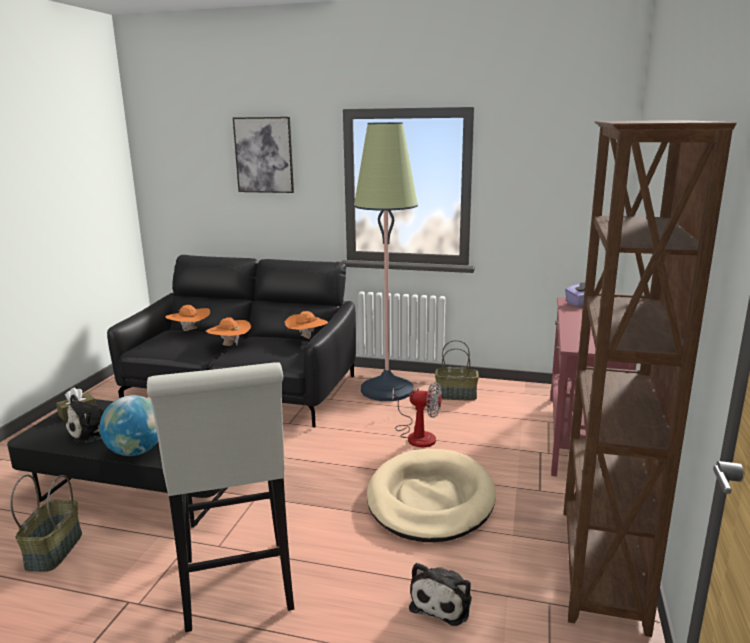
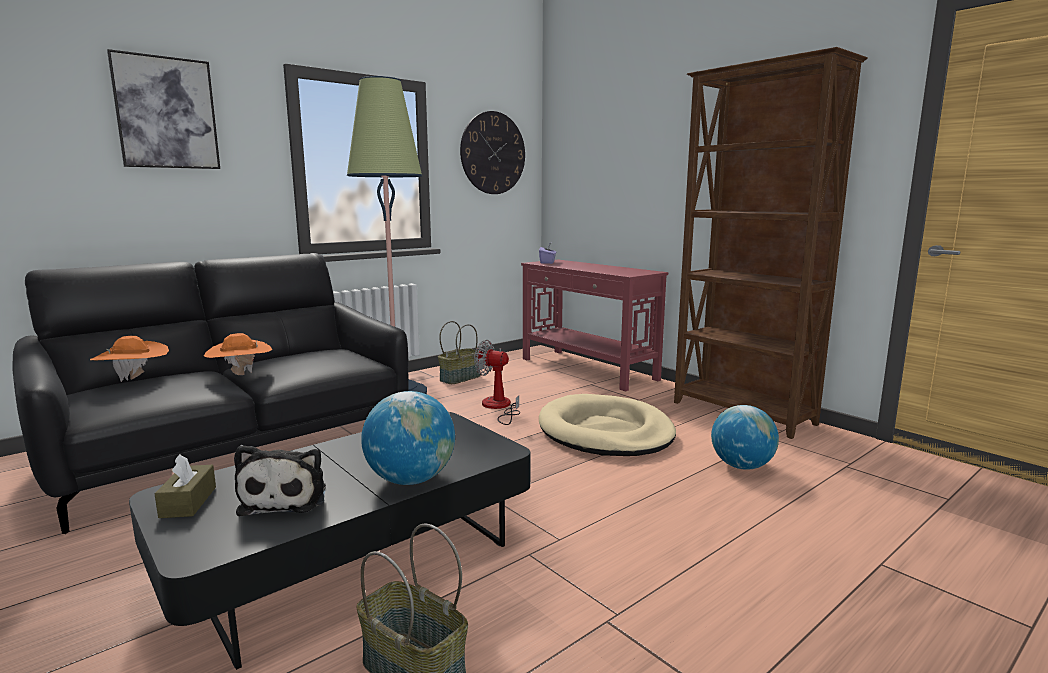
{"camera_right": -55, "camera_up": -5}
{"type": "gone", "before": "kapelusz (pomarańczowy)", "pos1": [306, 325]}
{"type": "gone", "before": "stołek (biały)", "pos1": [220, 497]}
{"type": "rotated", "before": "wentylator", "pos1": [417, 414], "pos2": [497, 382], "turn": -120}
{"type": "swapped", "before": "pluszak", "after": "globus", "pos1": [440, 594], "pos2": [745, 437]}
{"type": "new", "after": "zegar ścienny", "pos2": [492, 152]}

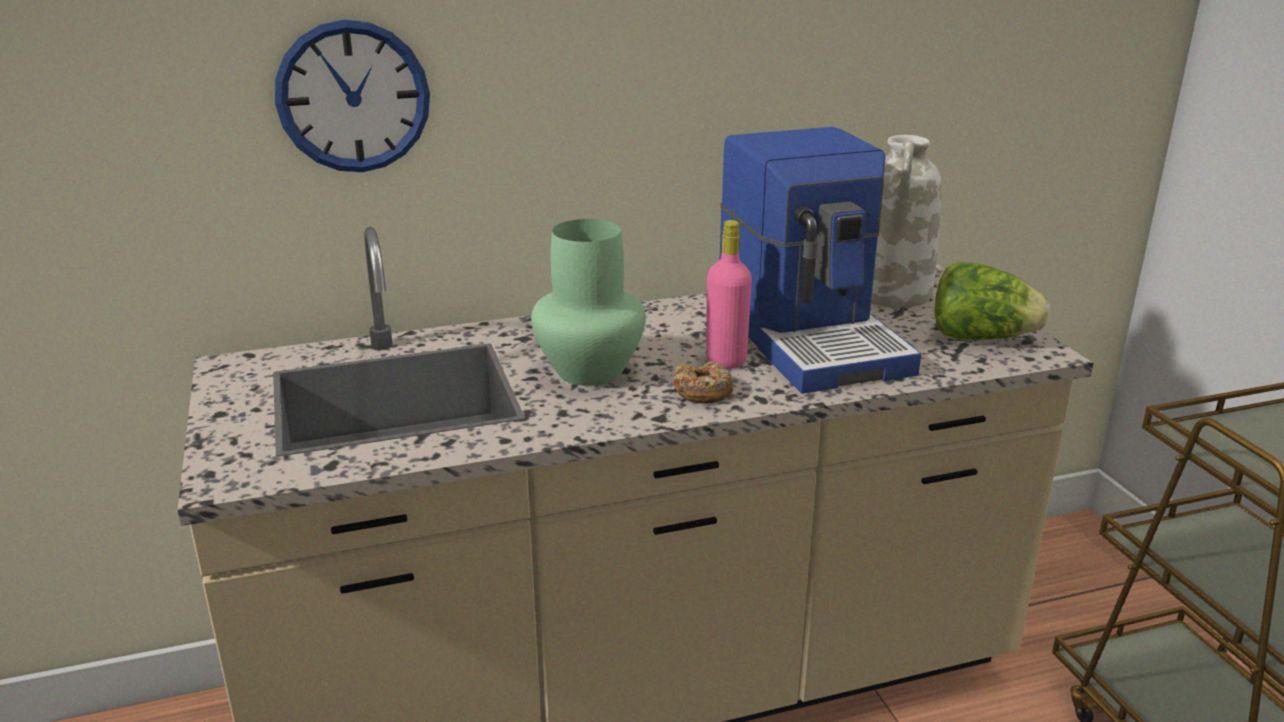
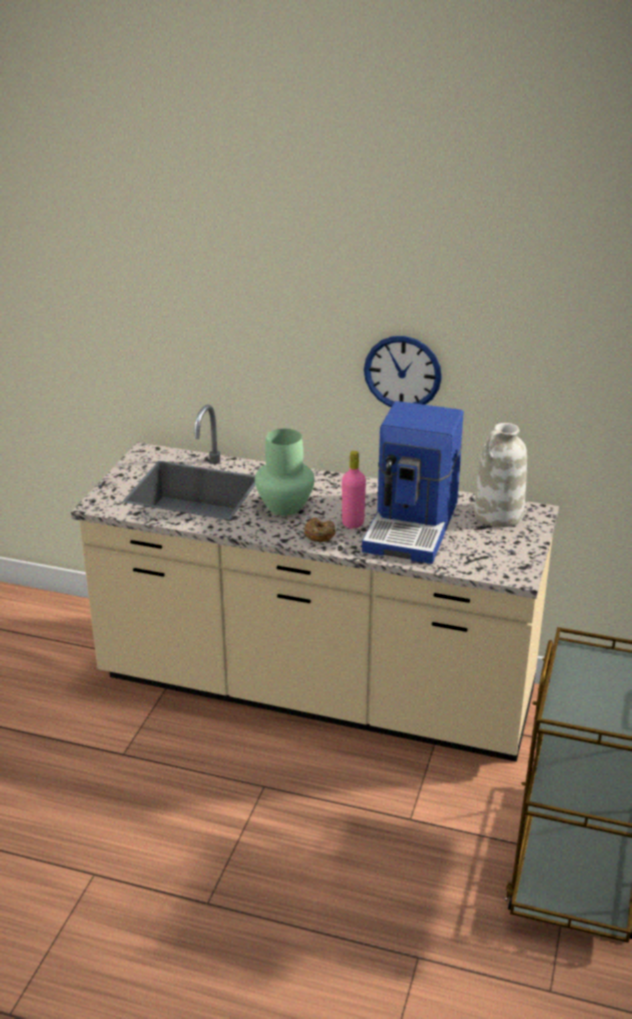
{"camera_right": 35, "camera_up": 5}
{"type": "shifted", "before": "zegar ścienny", "pos1": [352, 96], "pos2": [403, 371]}
{"type": "gone", "before": "sałata", "pos1": [992, 301]}

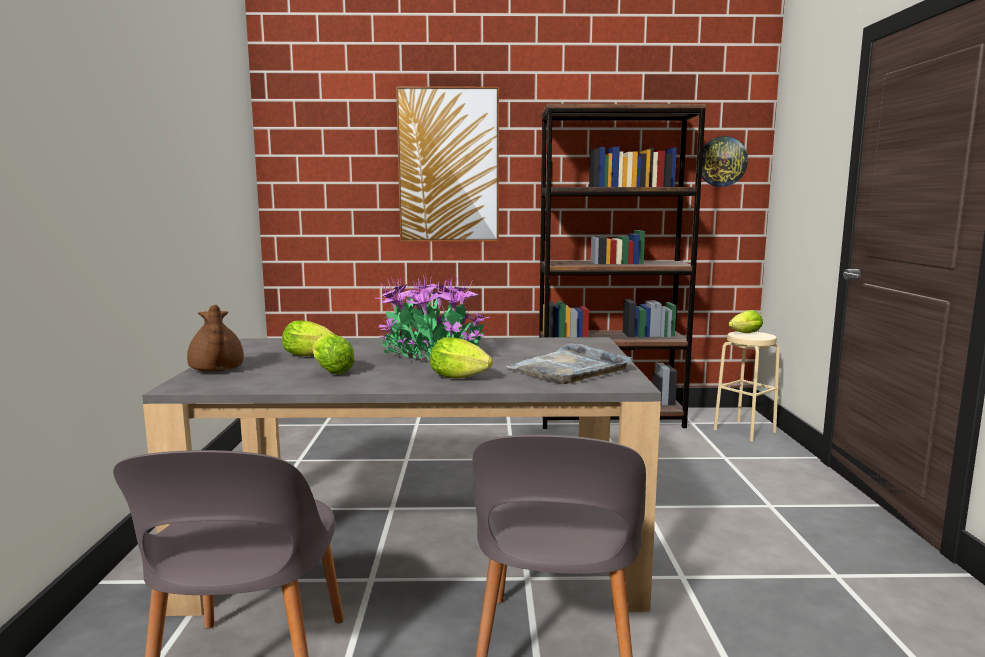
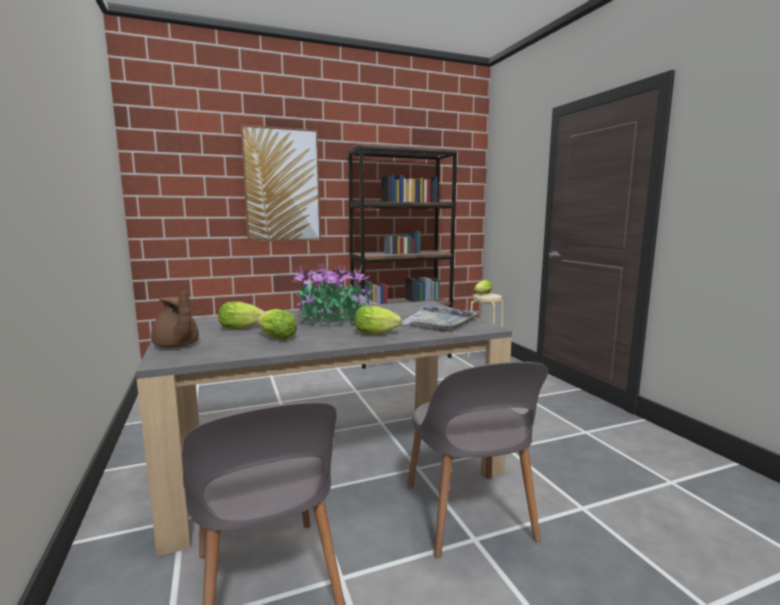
{"camera_right": -20, "camera_up": 0}
{"type": "gone", "before": "zegar ścienny", "pos1": [725, 161]}

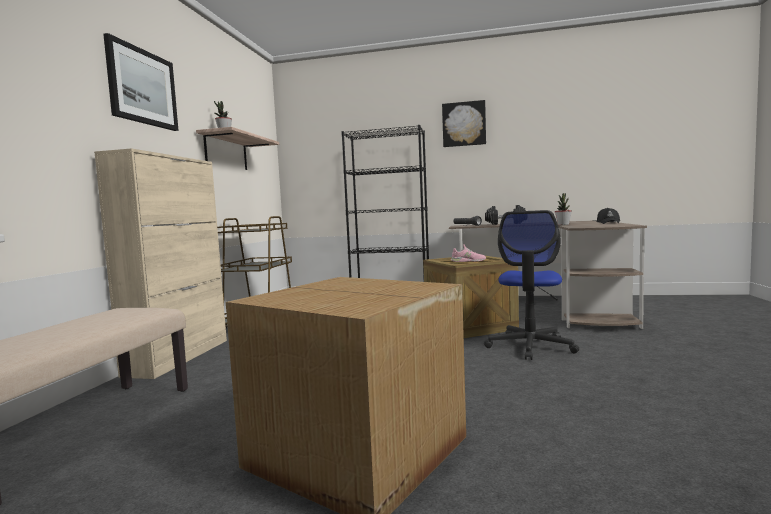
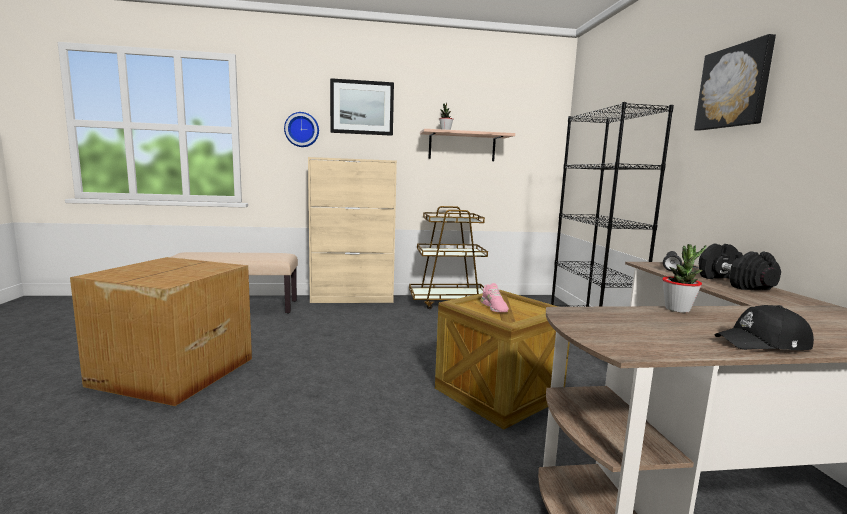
{"camera_right": 70, "camera_up": 5}
{"type": "gone", "before": "krzesło biurowe", "pos1": [531, 285]}
{"type": "new", "after": "zegar ścienny", "pos2": [301, 129]}

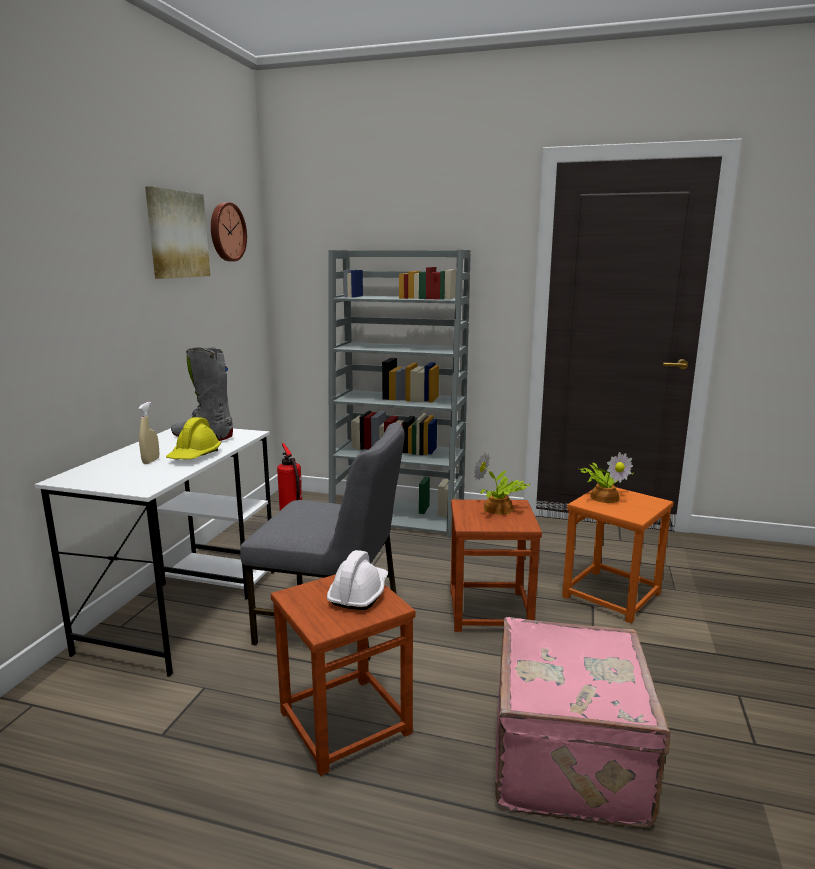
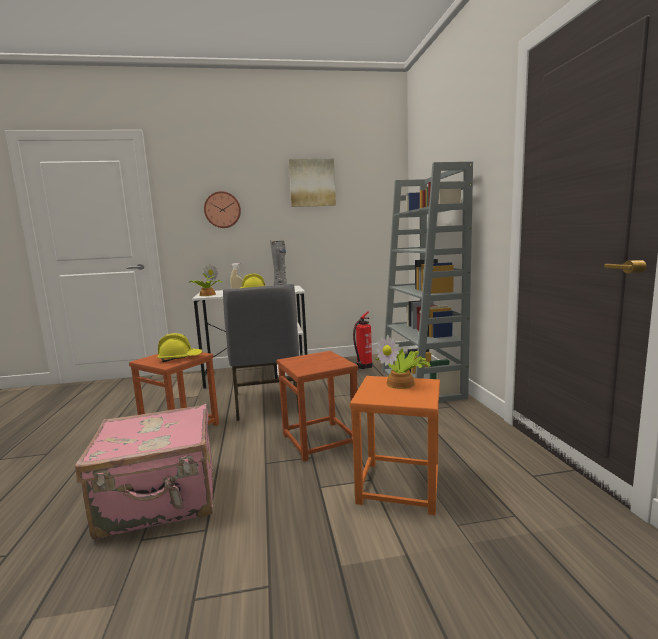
{"camera_right": 65, "camera_up": -5}
{"type": "shifted", "before": "zegar ścienny", "pos1": [229, 231], "pos2": [222, 209]}
{"type": "shifted", "before": "roślina doniczkowa", "pos1": [502, 483], "pos2": [205, 280]}
{"type": "repainted", "before": "kask (biały)", "after": "kask (żółty)", "pos1": [357, 580], "pos2": [180, 347]}

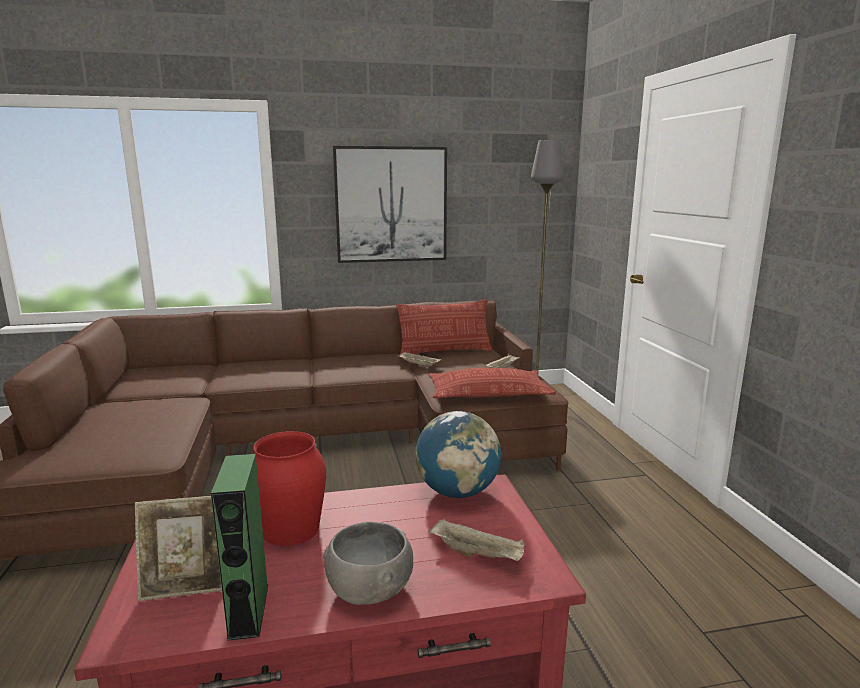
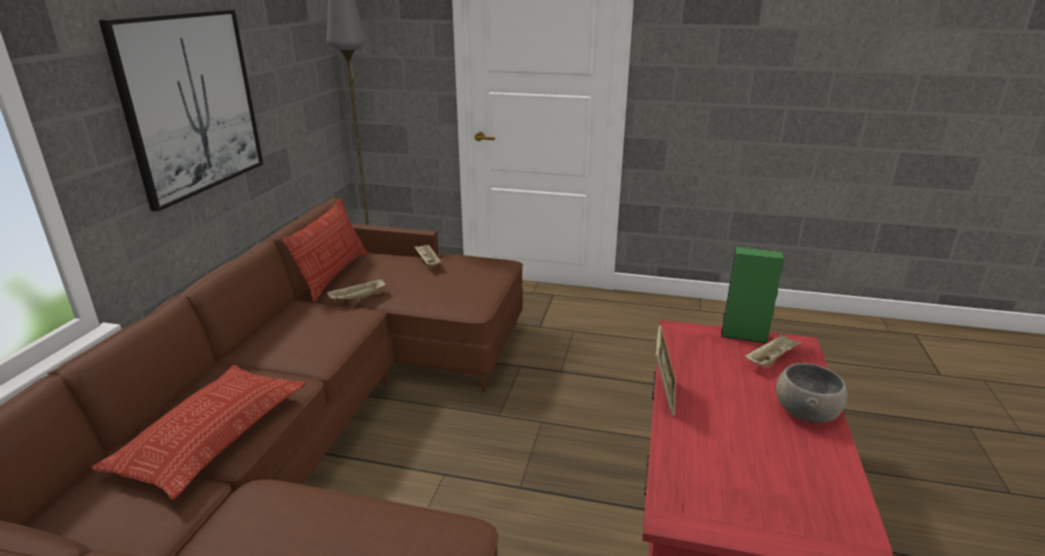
{"camera_right": -65, "camera_up": 10}
{"type": "shifted", "before": "poduszka", "pos1": [492, 383], "pos2": [198, 432]}
{"type": "gone", "before": "globus", "pos1": [458, 454]}
{"type": "gone", "before": "wazon (czerwony)", "pos1": [289, 488]}
{"type": "shifted", "before": "głośnik (zielony)", "pos1": [239, 547], "pos2": [752, 295]}
{"type": "shifted", "before": "ramka na zdjęcie", "pos1": [178, 548], "pos2": [666, 370]}

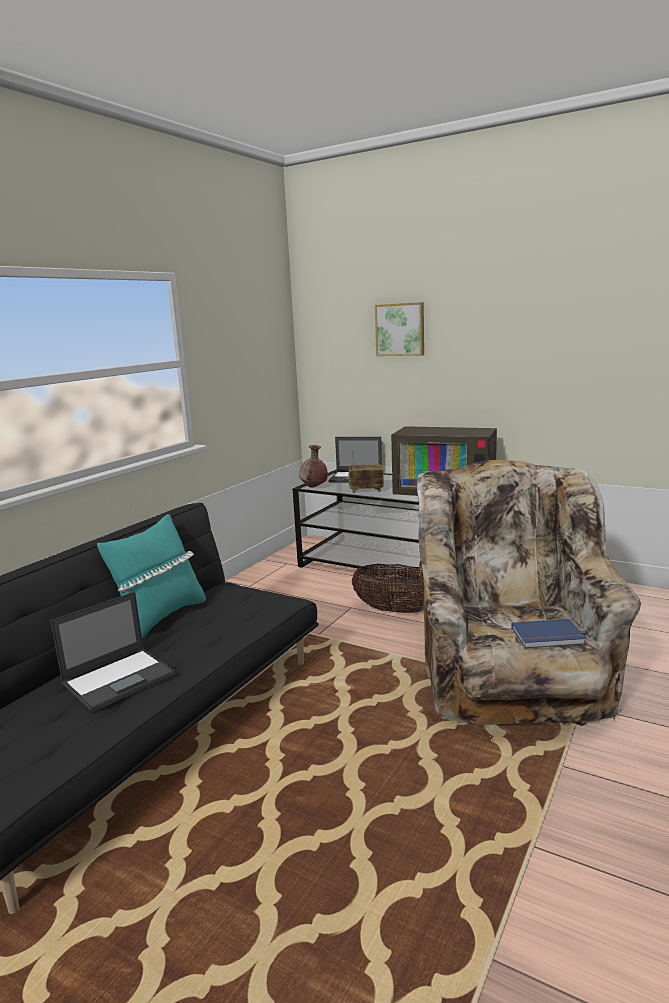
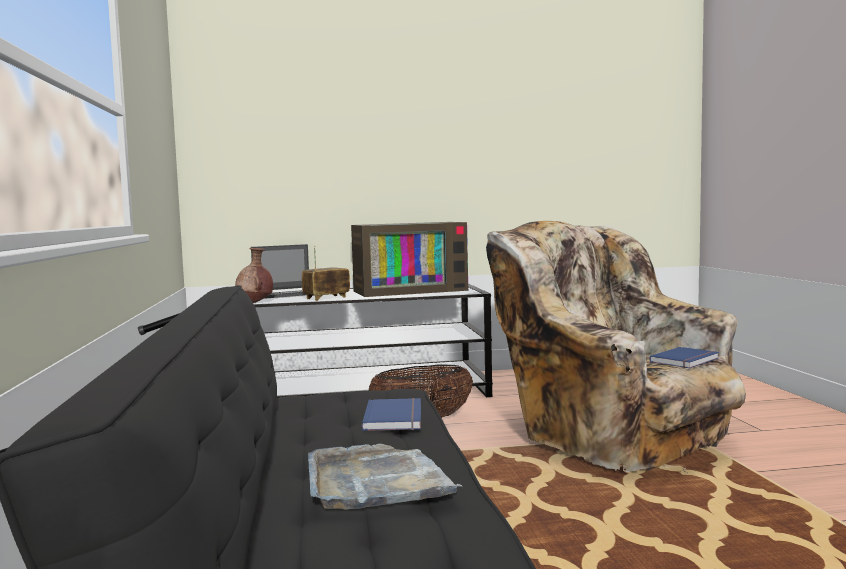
{"camera_right": -40, "camera_up": -10}
{"type": "gone", "before": "obraz", "pos1": [399, 329]}
{"type": "gone", "before": "poduszka (turkusowy)", "pos1": [151, 576]}
{"type": "swapped", "before": "laptop", "after": "taca (szary)", "pos1": [112, 652], "pos2": [385, 477]}
{"type": "new", "after": "książka (niebieski)", "pos2": [391, 414]}

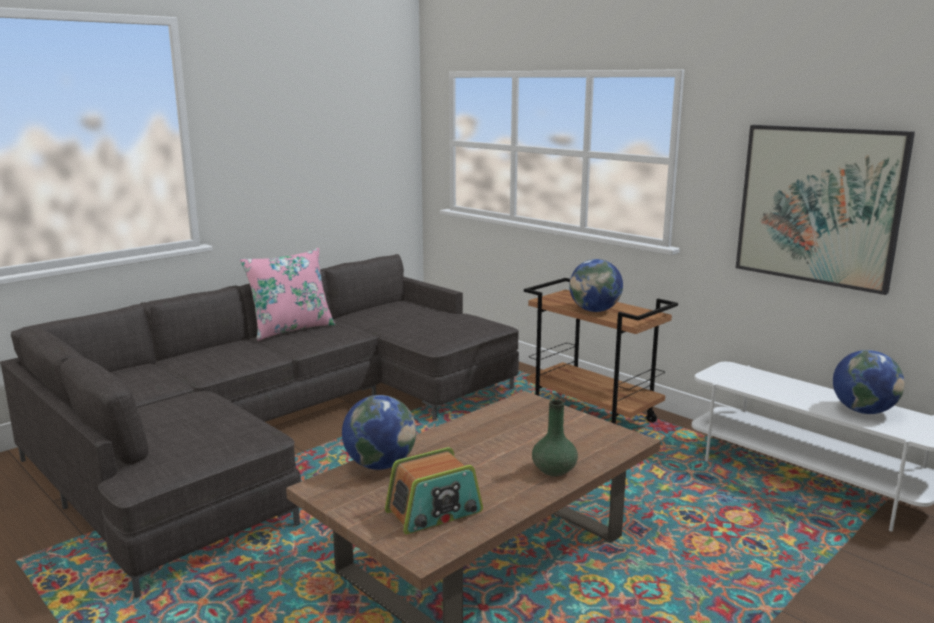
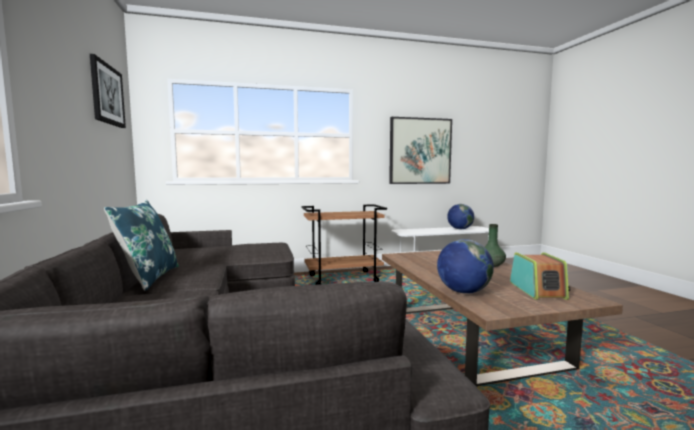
{"camera_right": -60, "camera_up": -10}
{"type": "repainted", "before": "poduszka (różowy)", "after": "poduszka (niebieski)", "pos1": [287, 294], "pos2": [141, 245]}
{"type": "gone", "before": "globus", "pos1": [596, 285]}
{"type": "new", "after": "obraz", "pos2": [108, 91]}

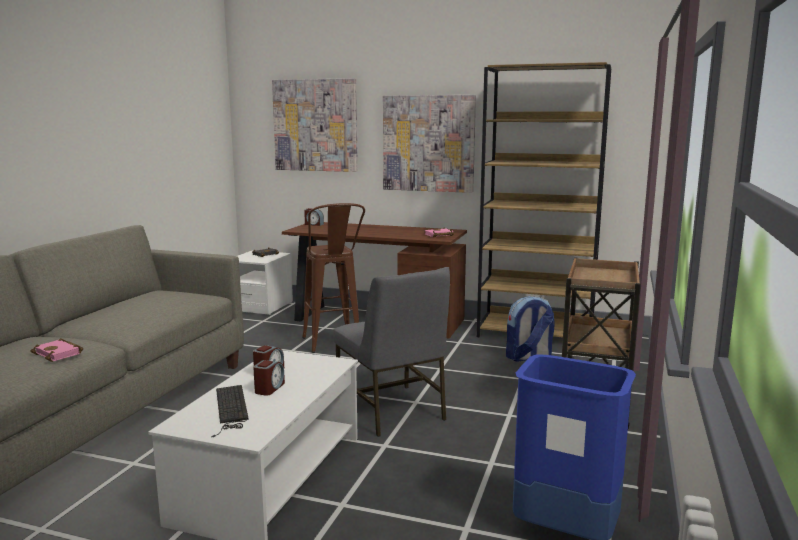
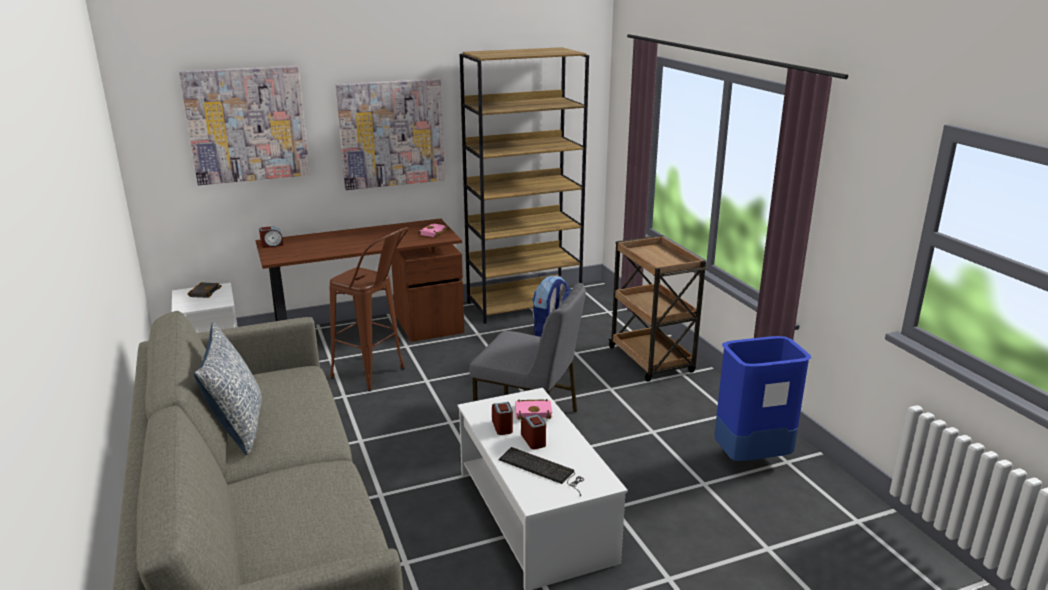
{"camera_right": -40, "camera_up": 10}
{"type": "shifted", "before": "książka (różowy)", "pos1": [56, 350], "pos2": [533, 409]}
{"type": "new", "after": "poduszka", "pos2": [228, 388]}

